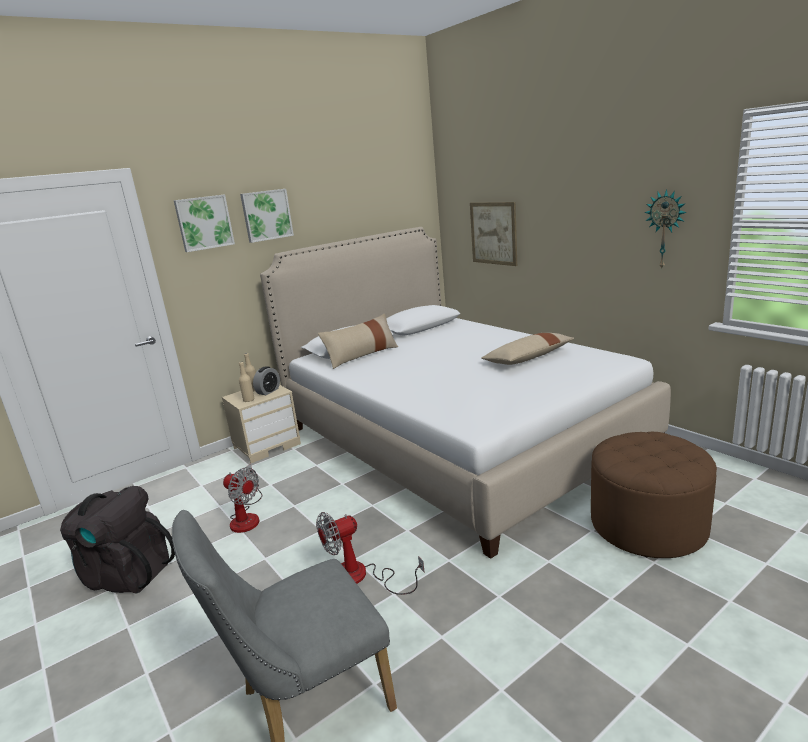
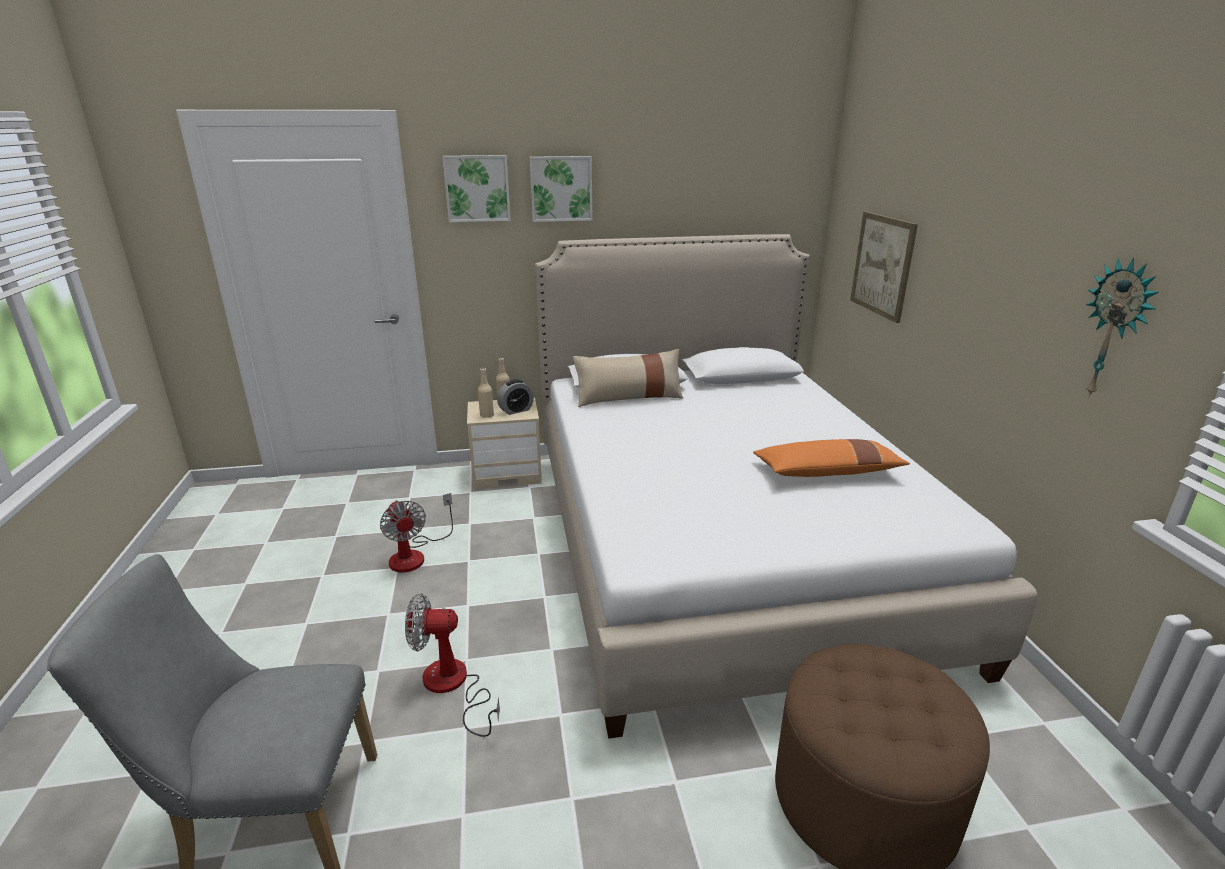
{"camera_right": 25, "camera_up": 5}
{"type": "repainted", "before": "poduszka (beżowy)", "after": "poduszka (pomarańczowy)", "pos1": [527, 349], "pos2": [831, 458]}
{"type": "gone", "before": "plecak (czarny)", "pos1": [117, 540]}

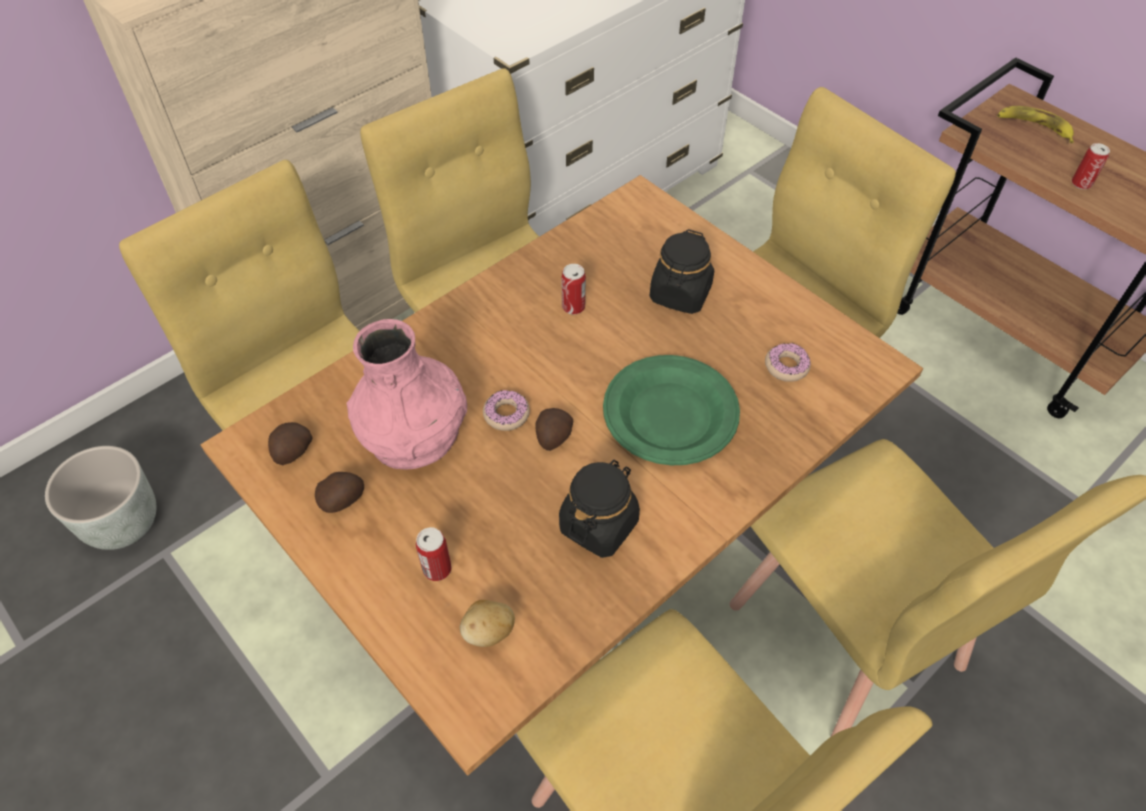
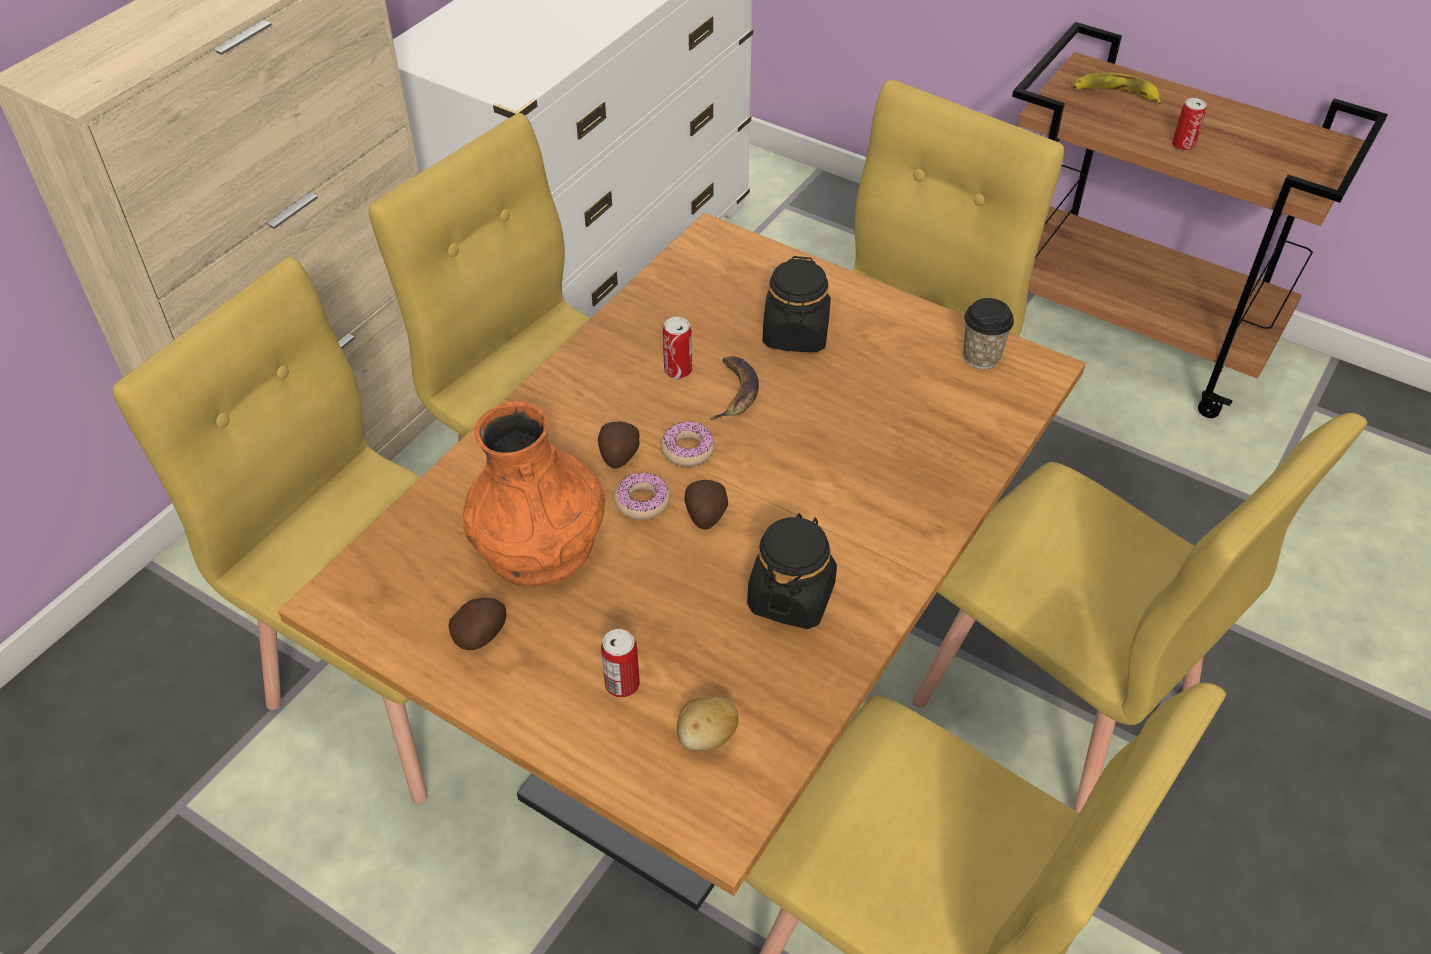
{"camera_right": -15, "camera_up": -5}
{"type": "repainted", "before": "wazon (różowy)", "after": "wazon (pomarańczowy)", "pos1": [406, 394], "pos2": [534, 494]}
{"type": "shifted", "before": "donut", "pos1": [788, 362], "pos2": [687, 443]}
{"type": "gone", "before": "talerz (zielony)", "pos1": [671, 410]}
{"type": "shifted", "before": "ziemniak", "pos1": [290, 443], "pos2": [619, 444]}
{"type": "gone", "before": "donica (szary)", "pos1": [100, 498]}
{"type": "new", "after": "filiżanka", "pos2": [988, 333]}
{"type": "new", "after": "banan", "pos2": [734, 388]}

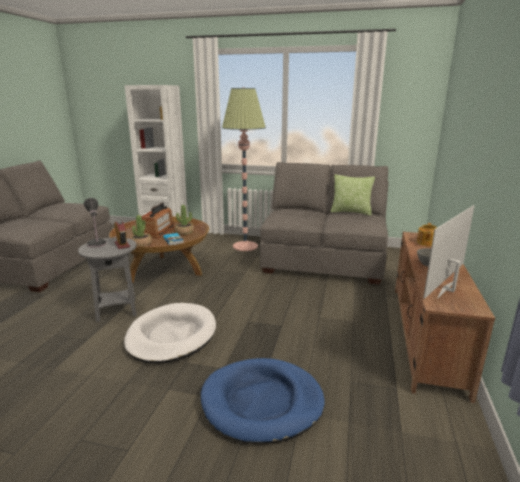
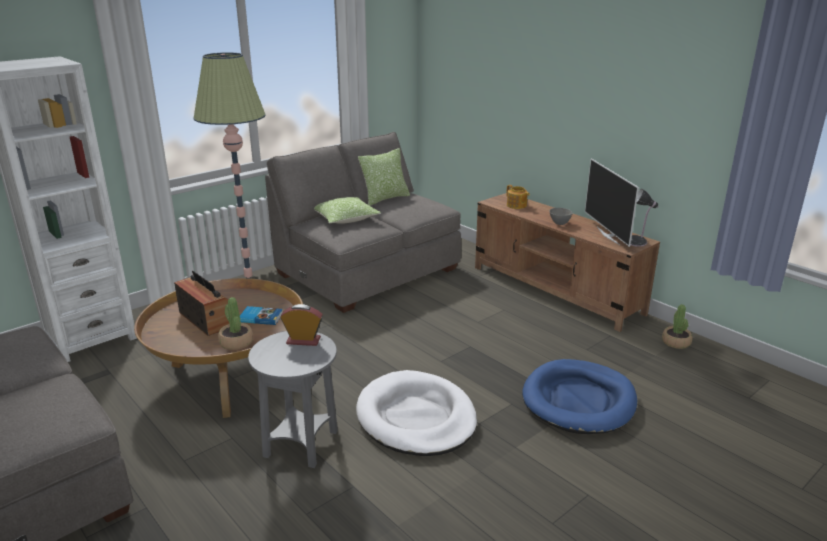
{"camera_right": -55, "camera_up": 5}
{"type": "shifted", "before": "lampa stołowa", "pos1": [95, 223], "pos2": [644, 218]}
{"type": "shifted", "before": "roślina doniczkowa", "pos1": [184, 220], "pos2": [677, 326]}
{"type": "new", "after": "poduszka", "pos2": [347, 210]}

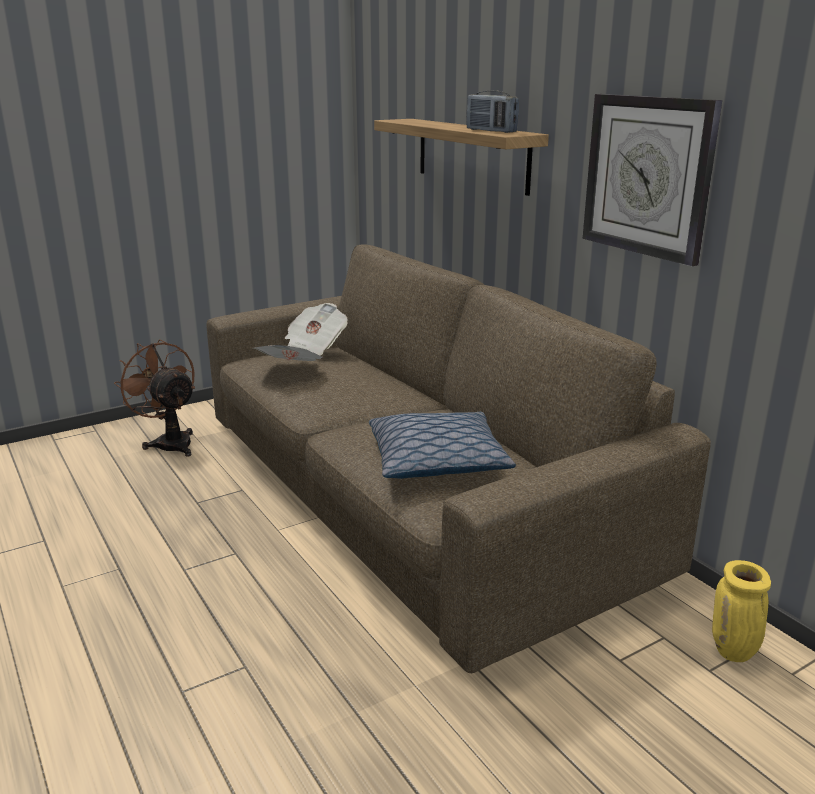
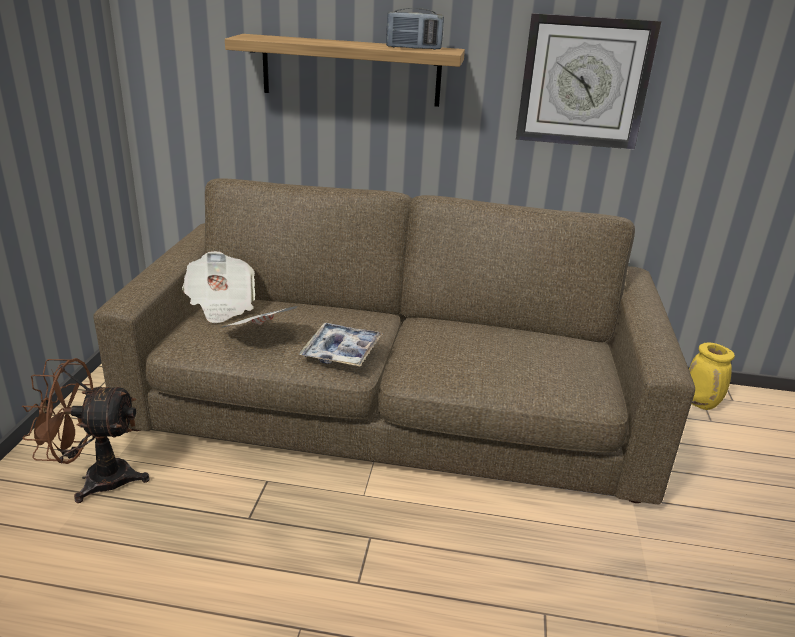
{"camera_right": -50, "camera_up": 5}
{"type": "gone", "before": "poduszka", "pos1": [442, 445]}
{"type": "new", "after": "taca", "pos2": [340, 344]}

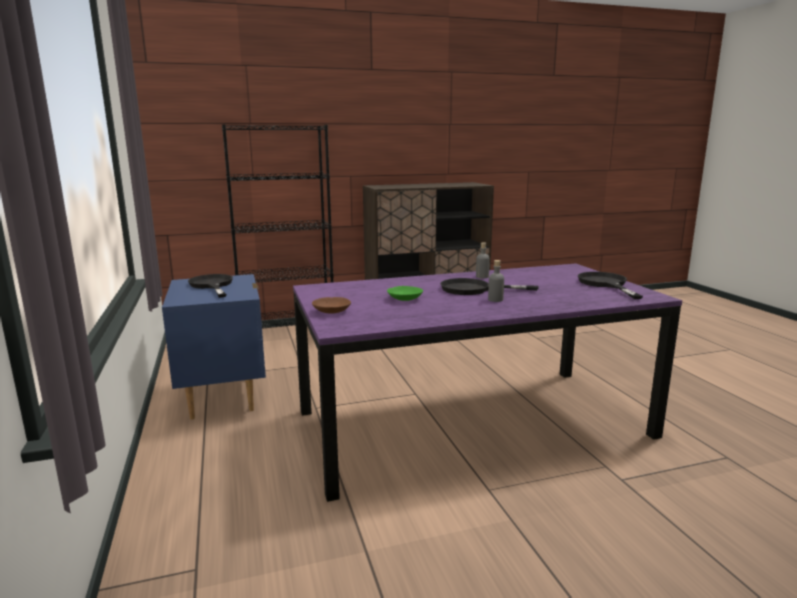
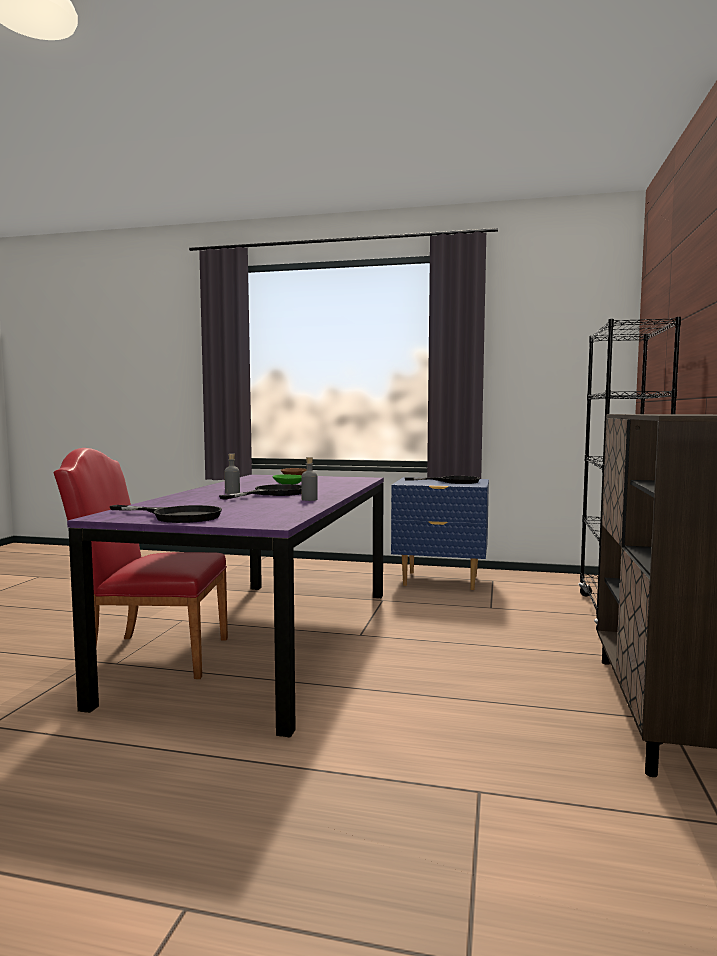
{"camera_right": 120, "camera_up": -10}
{"type": "new", "after": "krzesło (czerwony)", "pos2": [140, 563]}

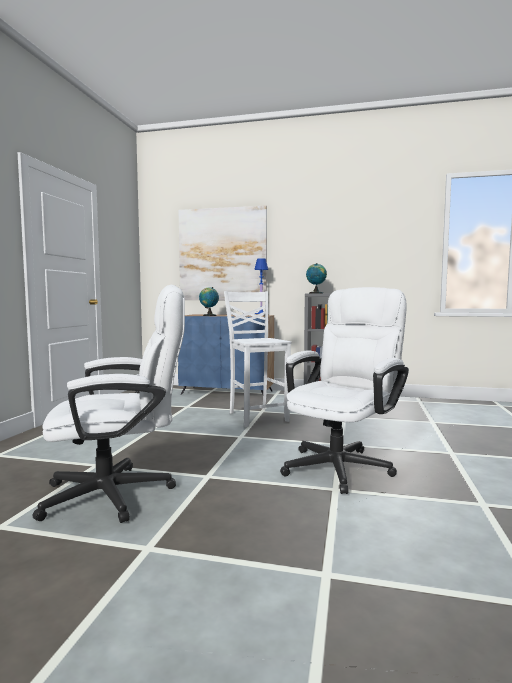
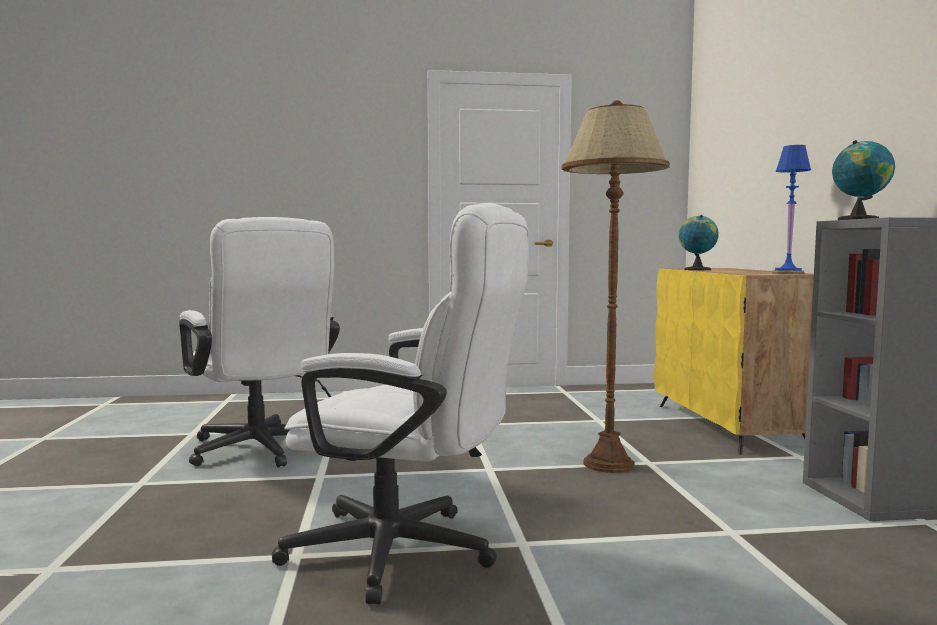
{"camera_right": 70, "camera_up": 0}
{"type": "gone", "before": "obraz", "pos1": [223, 252]}
{"type": "swapped", "before": "krzesło (biały)", "after": "lampa stojąca (brązowy)", "pos1": [257, 359], "pos2": [616, 286]}
{"type": "repainted", "before": "szafka (niebieski)", "after": "szafka (żółty)", "pos1": [226, 355], "pos2": [734, 361]}

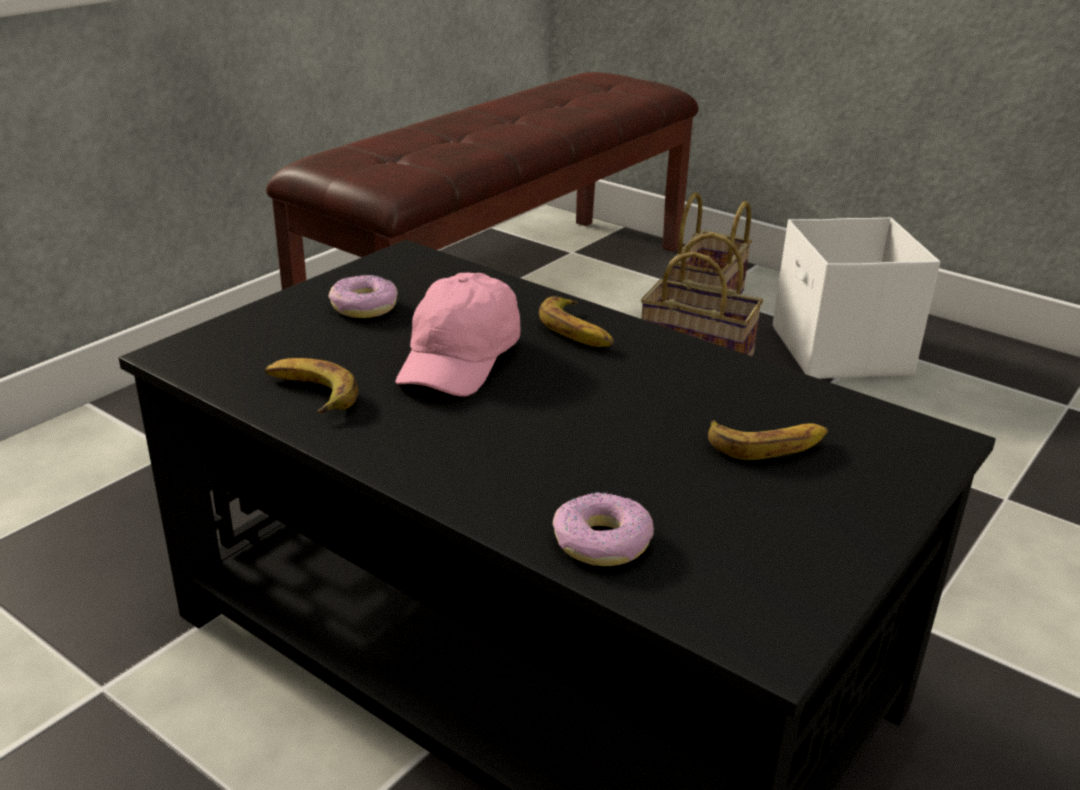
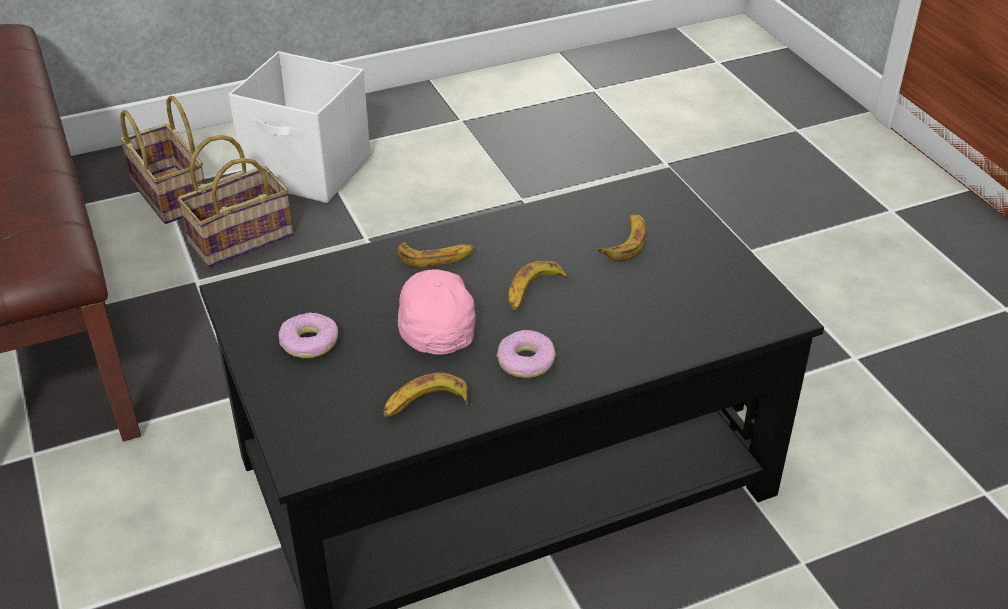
{"camera_right": -60, "camera_up": 10}
{"type": "rotated", "before": "czapka z daszkiem (różowy)", "pos1": [457, 335], "pos2": [437, 312], "turn": -150}
{"type": "shifted", "before": "donut", "pos1": [603, 529], "pos2": [526, 354]}
{"type": "new", "after": "banan", "pos2": [538, 286]}

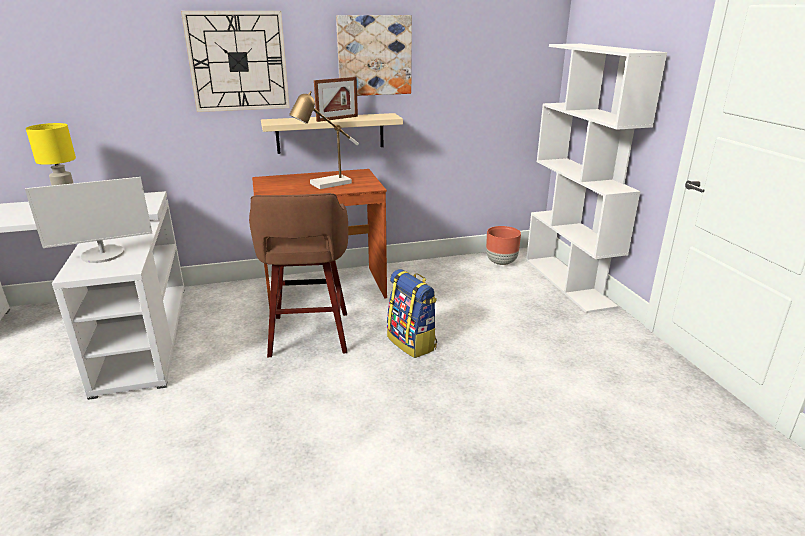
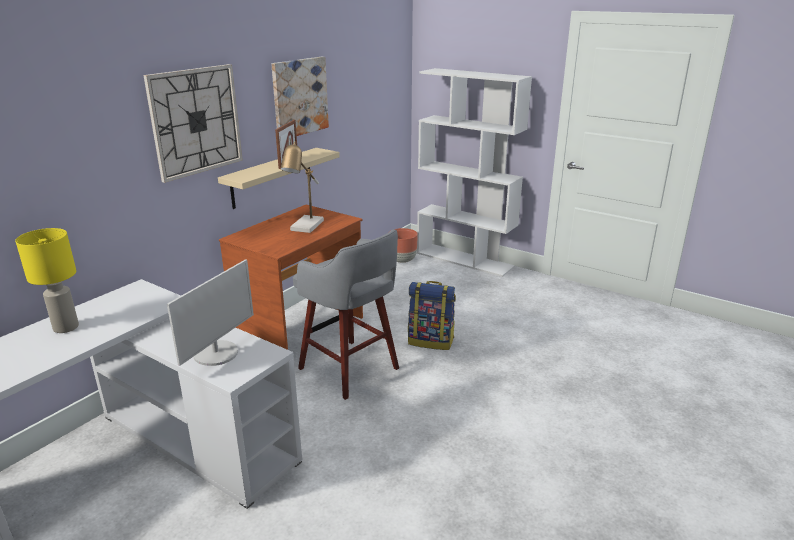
{"camera_right": -40, "camera_up": 0}
{"type": "repainted", "before": "stołek (brązowy)", "after": "stołek (szary)", "pos1": [298, 275], "pos2": [346, 314]}

